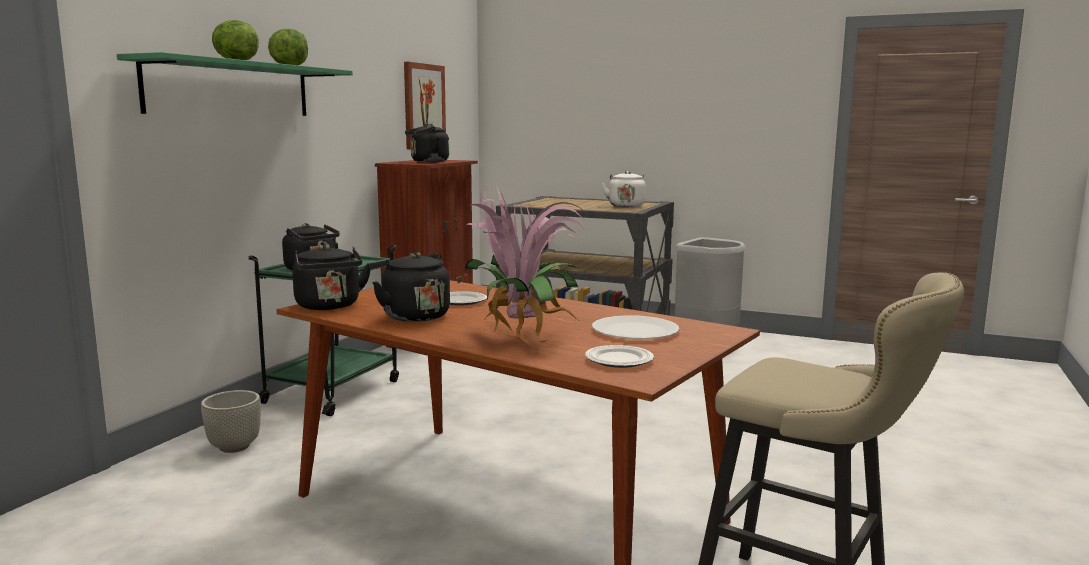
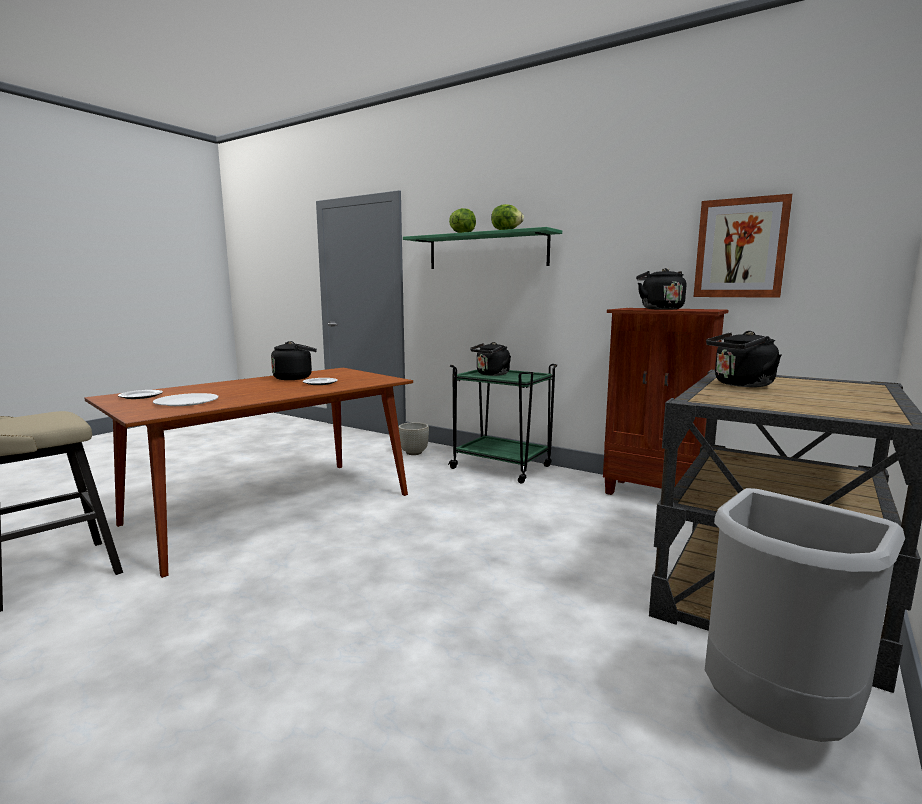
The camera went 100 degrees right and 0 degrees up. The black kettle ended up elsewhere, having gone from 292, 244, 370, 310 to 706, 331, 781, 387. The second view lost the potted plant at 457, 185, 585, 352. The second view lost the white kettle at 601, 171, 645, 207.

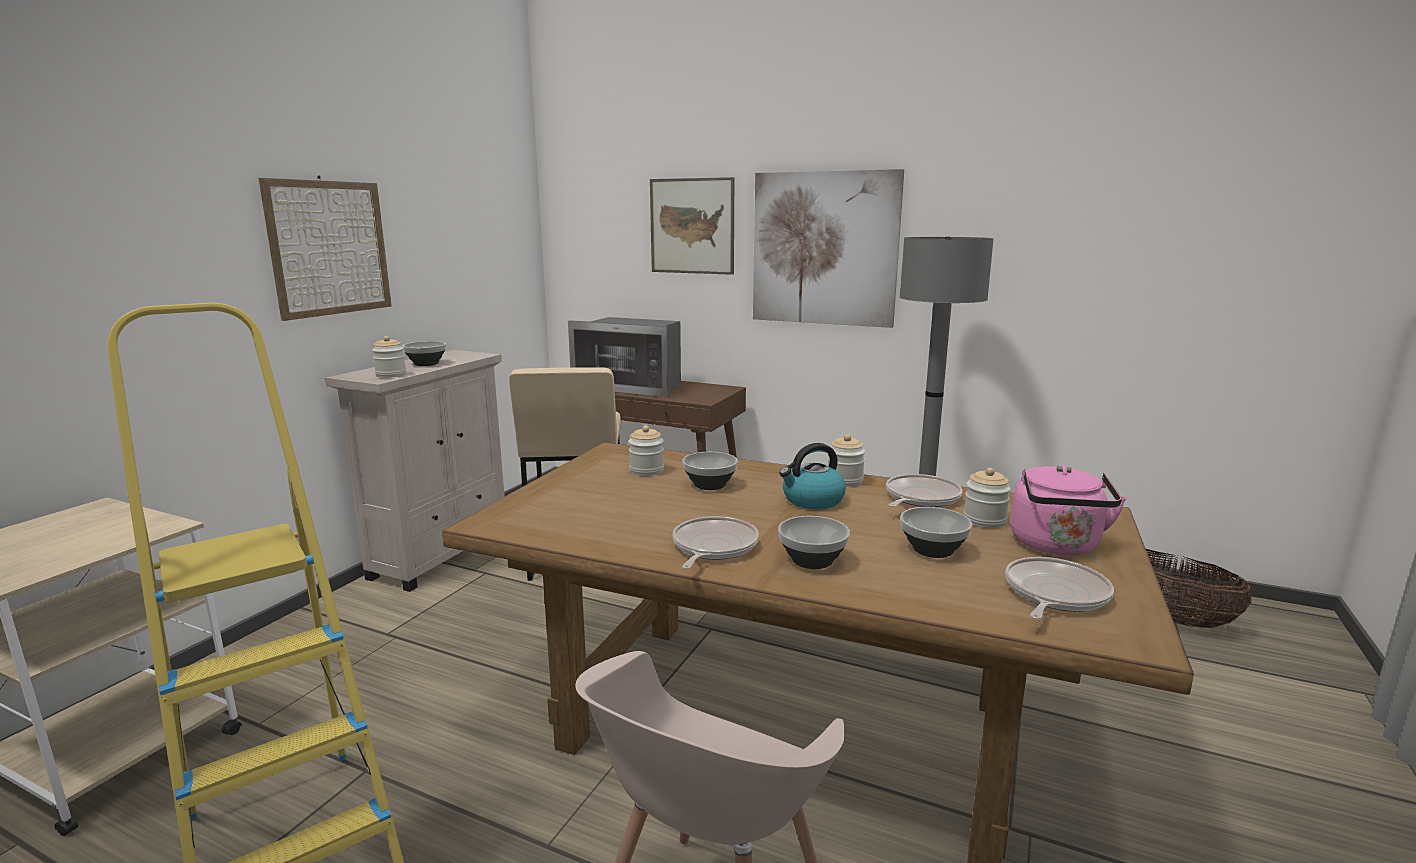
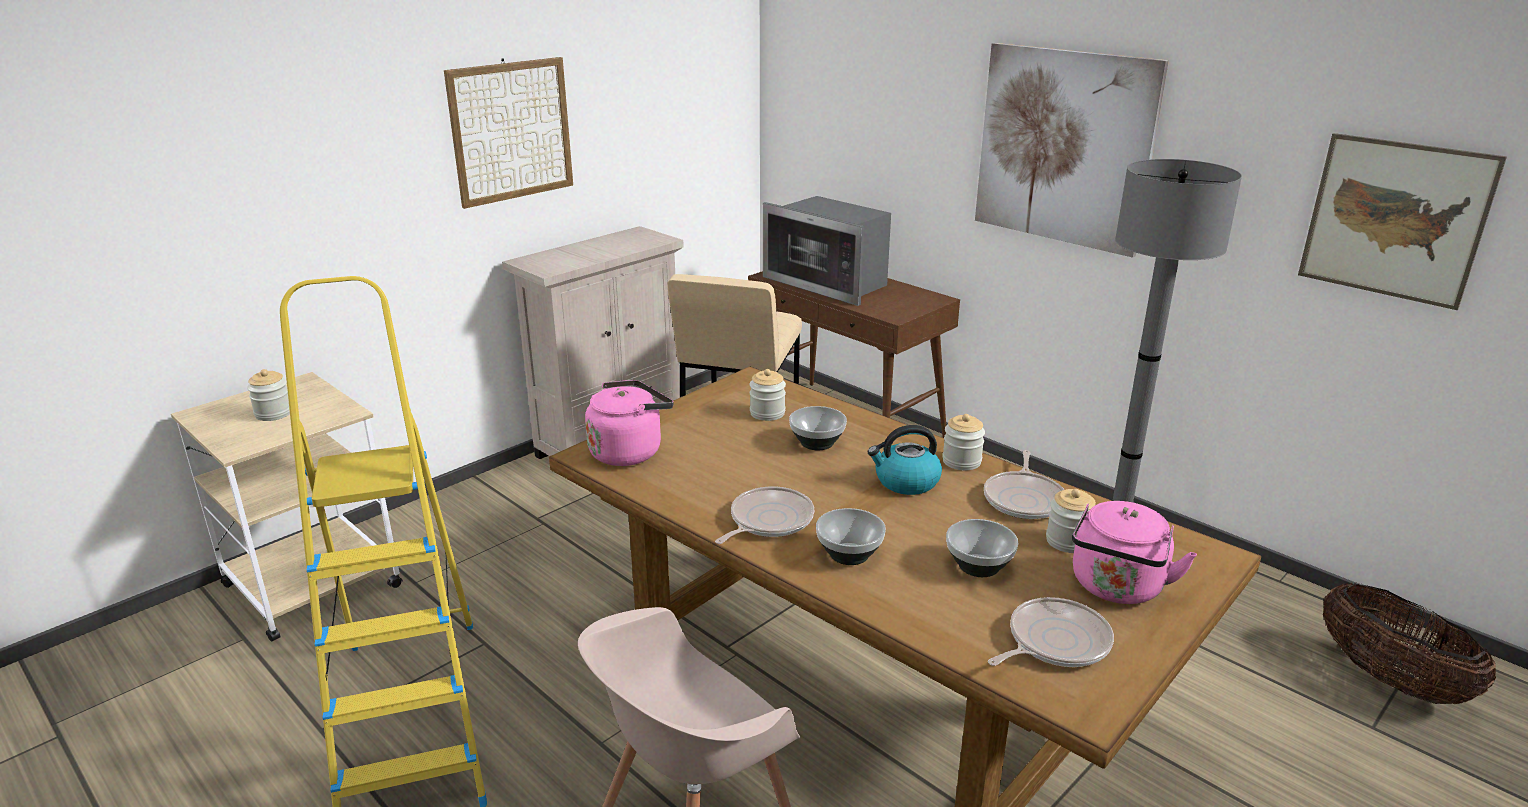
The camera went 20 degrees right and 10 degrees up. The jar ended up elsewhere, having gone from 372, 336, 406, 378 to 247, 369, 290, 421. The second view lost the bowl at 403, 341, 446, 366. The picture ended up elsewhere, having gone from 650, 177, 734, 275 to 1298, 133, 1507, 310. The frying pan at 886, 474, 962, 507 ended up facing another way, 135 degrees clockwise from before. The second view gained the pink kettle at 585, 380, 674, 466.

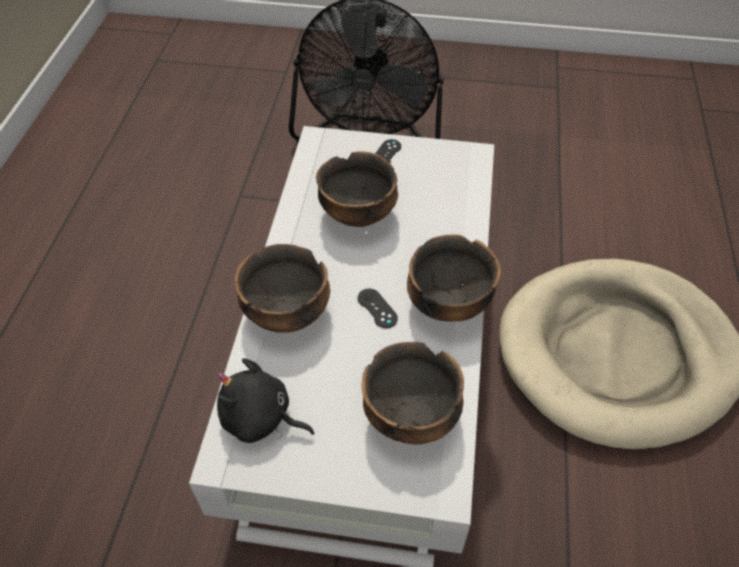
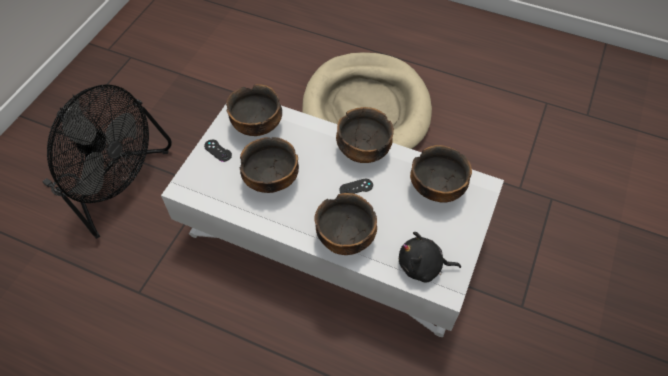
The camera went 75 degrees left and 5 degrees up. The black plush toy at 217, 358, 314, 443 ended up facing another way, 60 degrees clockwise from before. The second view gained the bowl at 226, 84, 282, 136.

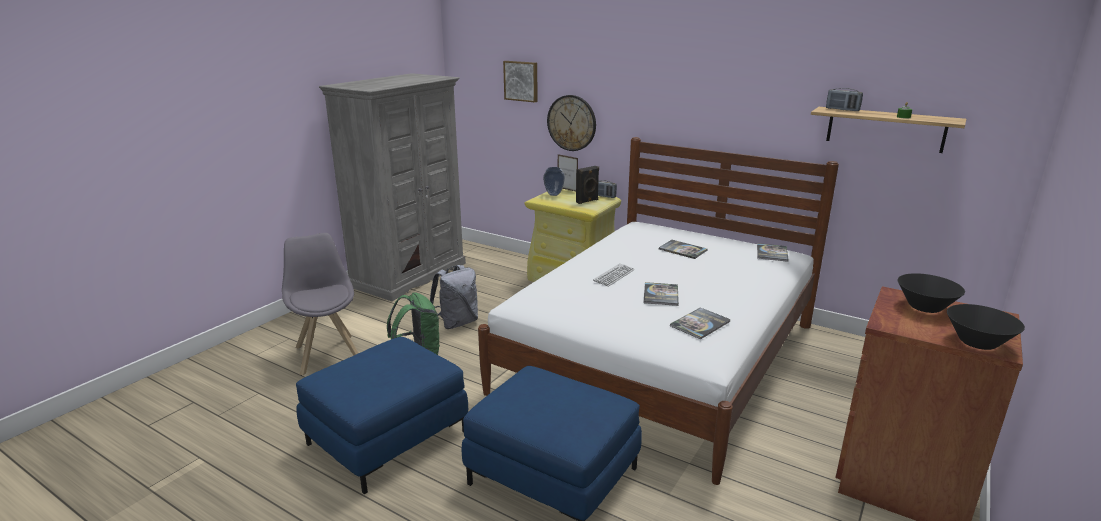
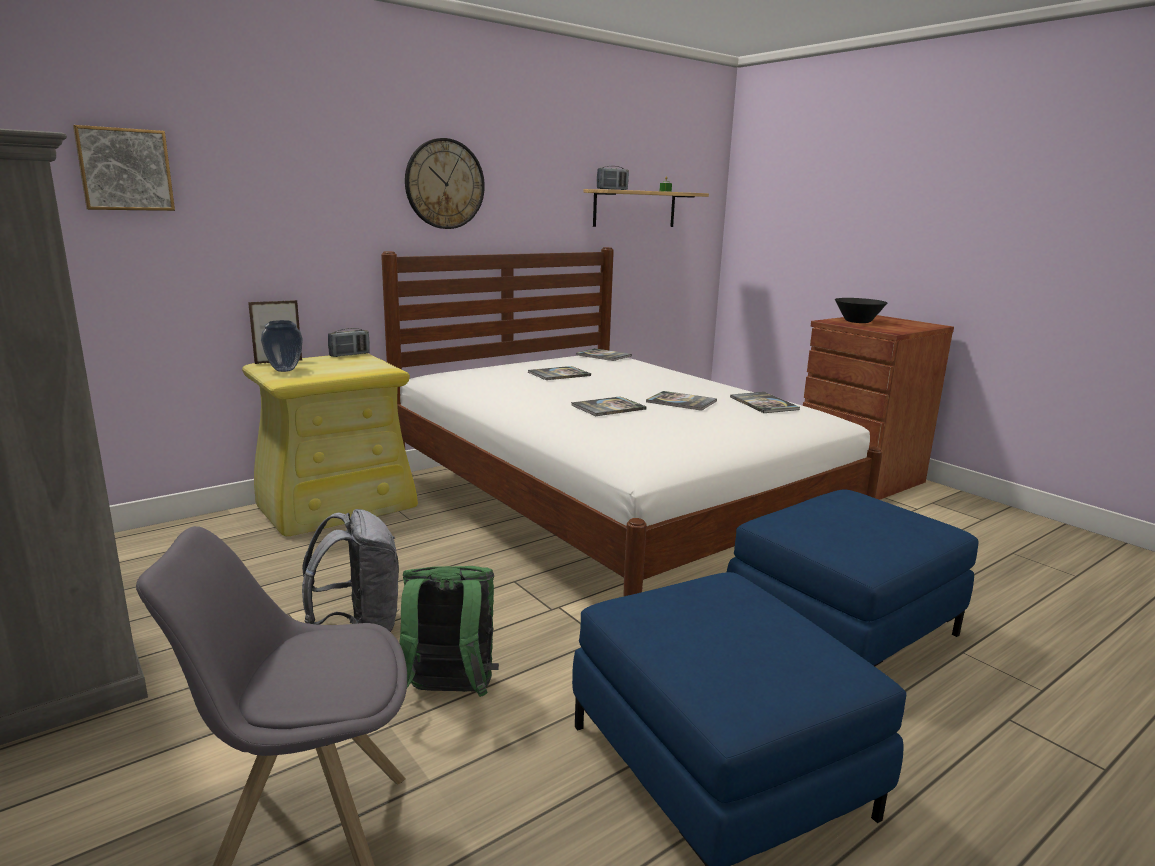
The camera went 70 degrees left and 5 degrees down. The wall clock ended up elsewhere, having gone from 547, 95, 596, 151 to 405, 138, 485, 229. The second view lost the black speaker at 576, 166, 599, 204. Where the keyboard stood at 593, 263, 635, 286, the book came to stand at 571, 396, 647, 416. The second view lost the black bowl at 947, 304, 1025, 350.

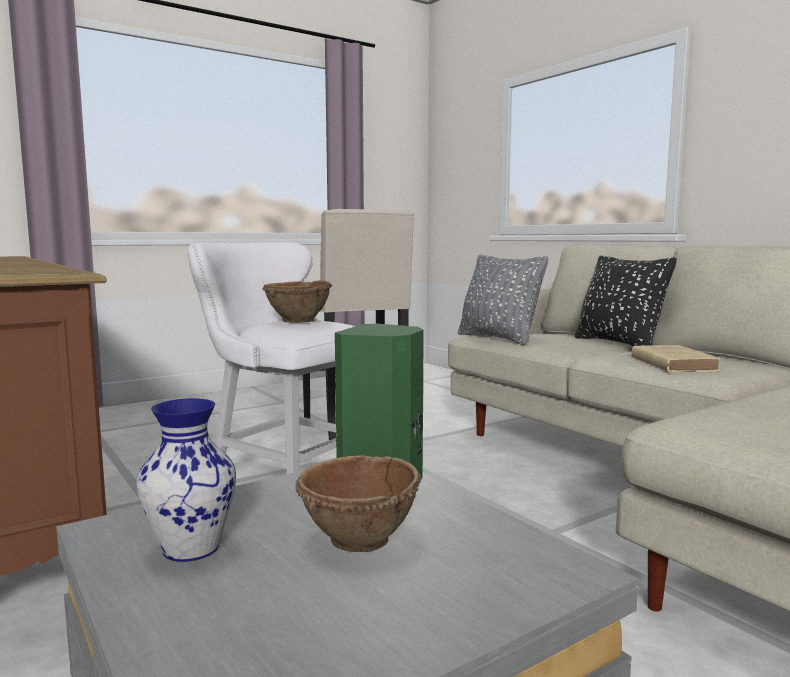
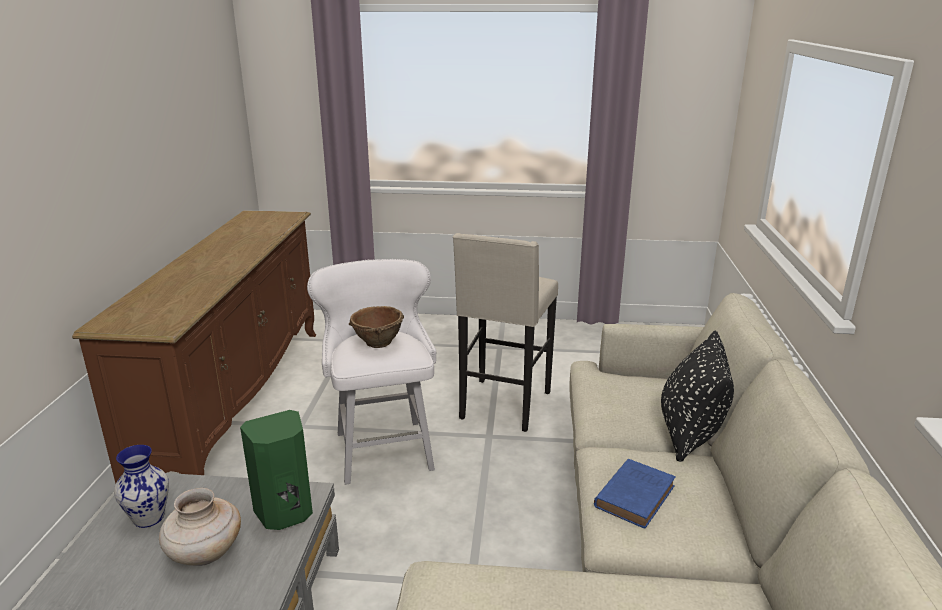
The camera went 40 degrees right and 15 degrees up. Where the brown bowl stood at 296, 455, 422, 552, the beige vase came to stand at 159, 488, 241, 566. The second view lost the grey pillow at 458, 255, 549, 346. What was the beige book at 632, 345, 721, 372 turned into the blue book at 594, 459, 675, 529.

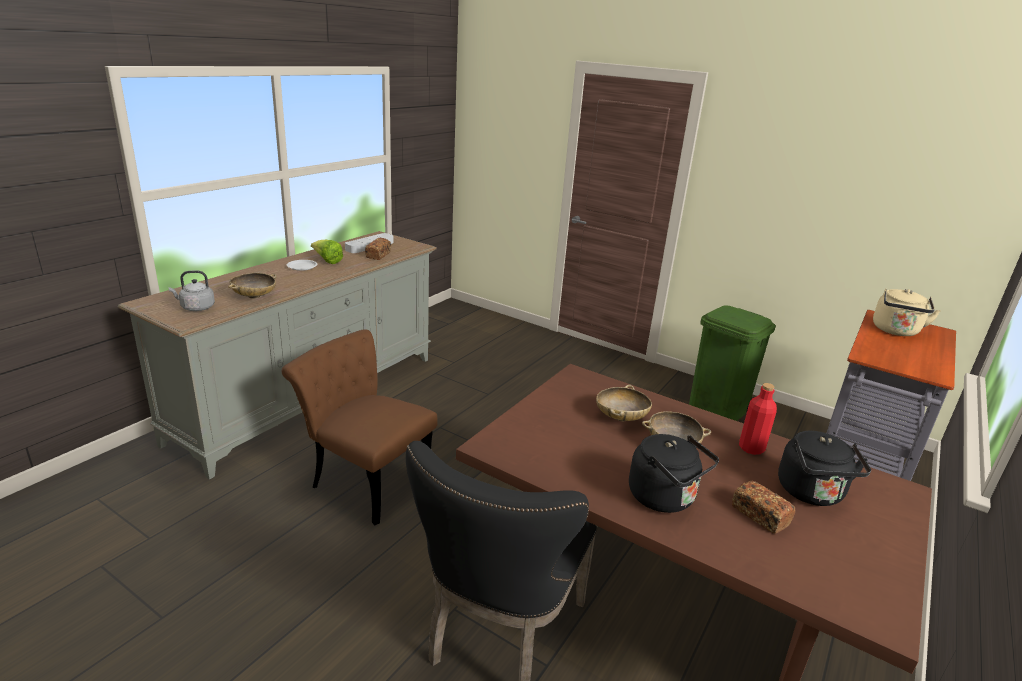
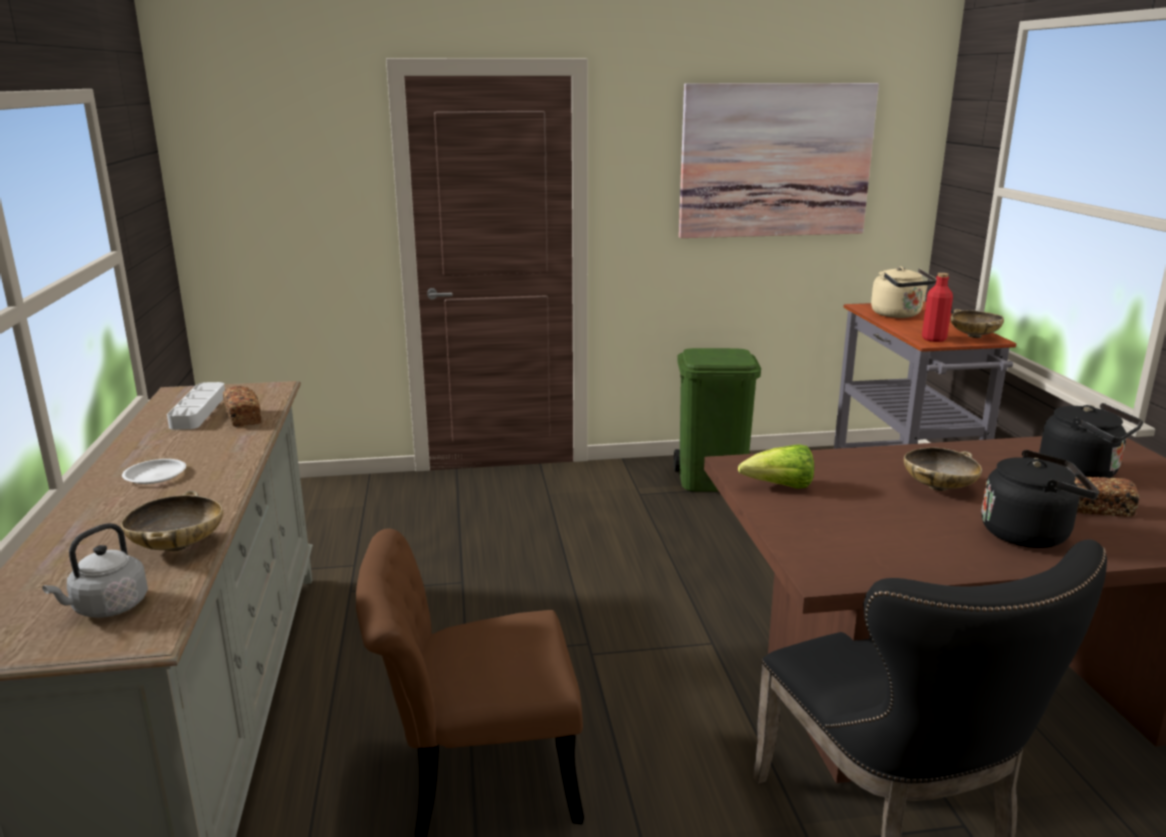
The camera went 40 degrees left and 5 degrees down. The lettuce ended up elsewhere, having gone from 311, 240, 343, 264 to 738, 444, 814, 489. The beige bowl ended up elsewhere, having gone from 596, 385, 652, 421 to 951, 309, 1004, 338. The red bottle ended up elsewhere, having gone from 739, 383, 777, 455 to 922, 273, 953, 342. The second view gained the picture at 679, 83, 879, 238.

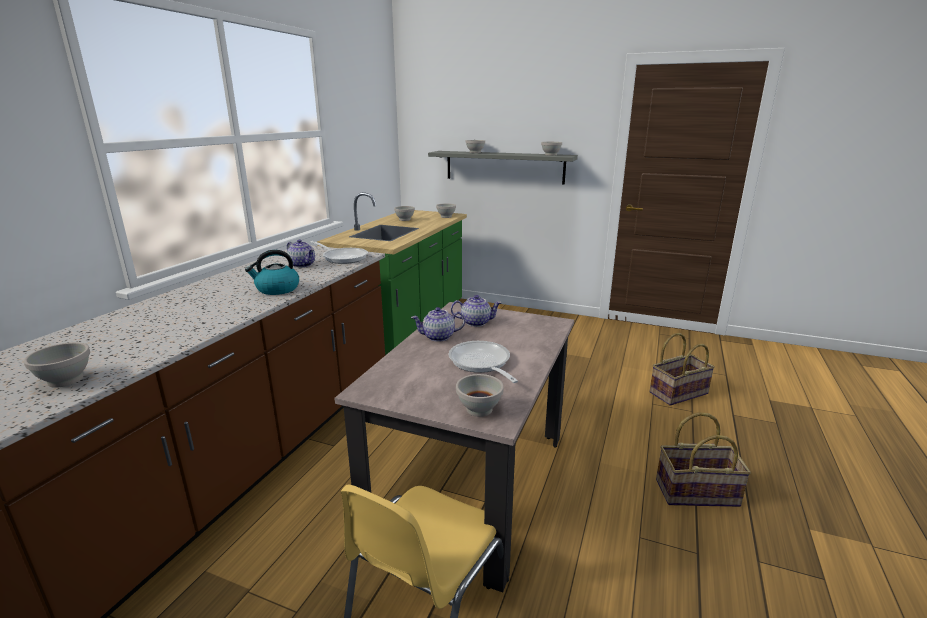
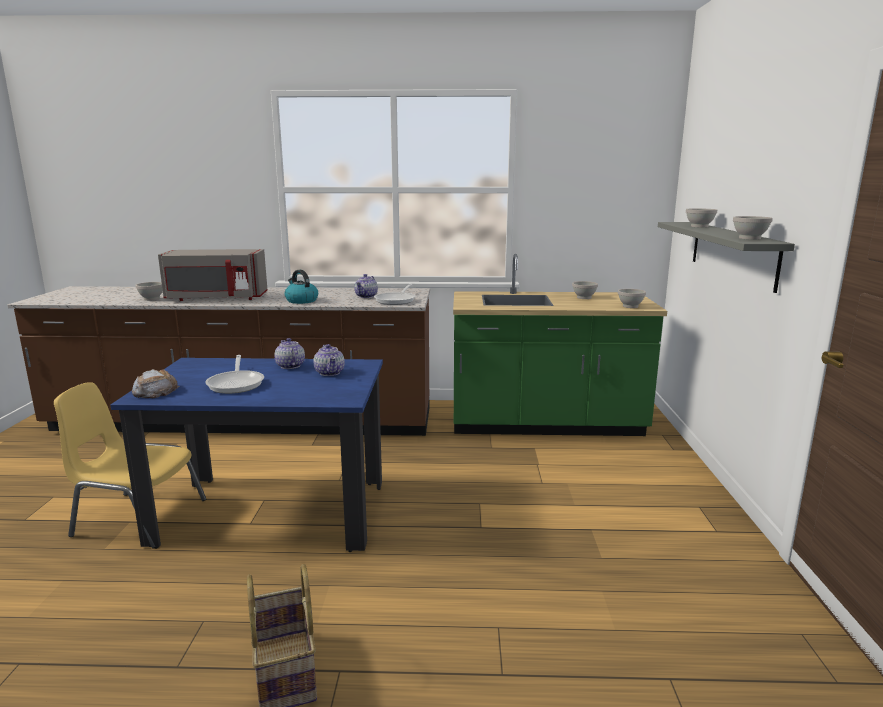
The camera went 70 degrees right and 5 degrees down. What was the beige dining table at 334, 302, 574, 592 turned into the blue dining table at 111, 358, 383, 552. The frying pan at 449, 341, 518, 383 ended up facing another way, 120 degrees clockwise from before. Where the white bowl stood at 456, 374, 504, 417, the bread came to stand at 131, 369, 180, 398. The second view lost the basket at 649, 333, 715, 406. The second view gained the grey microwave at 158, 249, 268, 301.

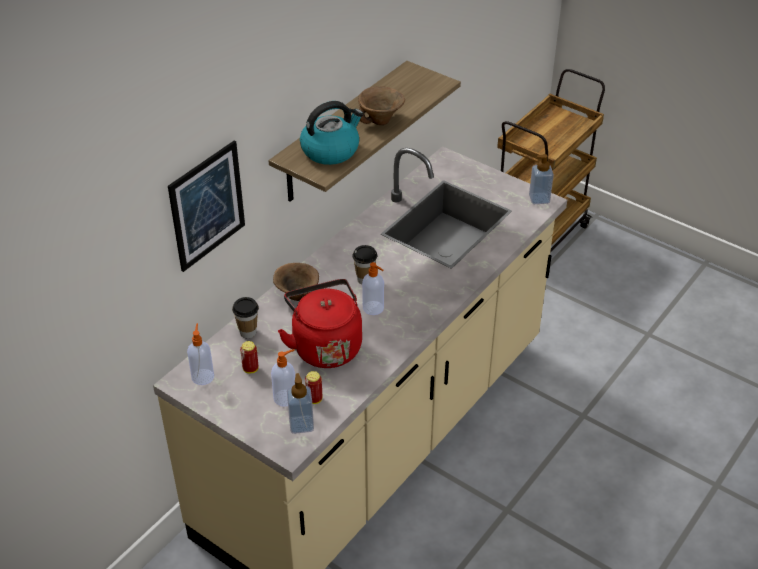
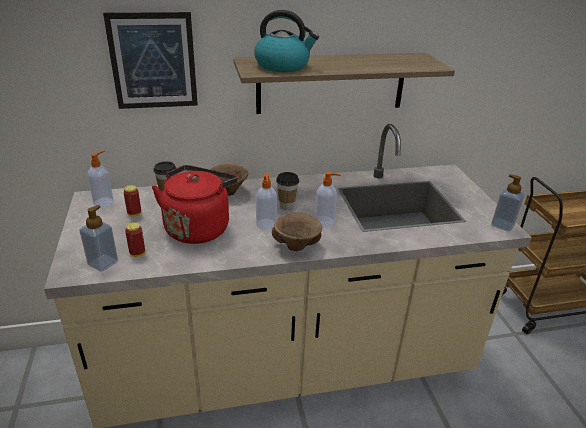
The camera went 40 degrees right and 10 degrees down. The soap dispenser ended up elsewhere, having gone from 271, 349, 295, 407 to 315, 172, 341, 227. The brown bowl ended up elsewhere, having gone from 358, 86, 405, 125 to 272, 212, 322, 251.

